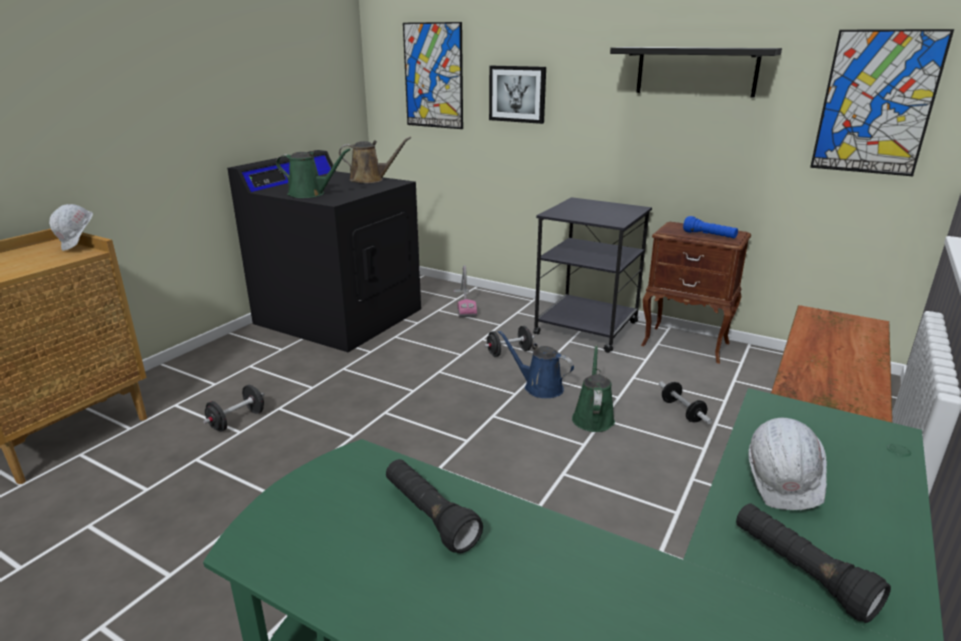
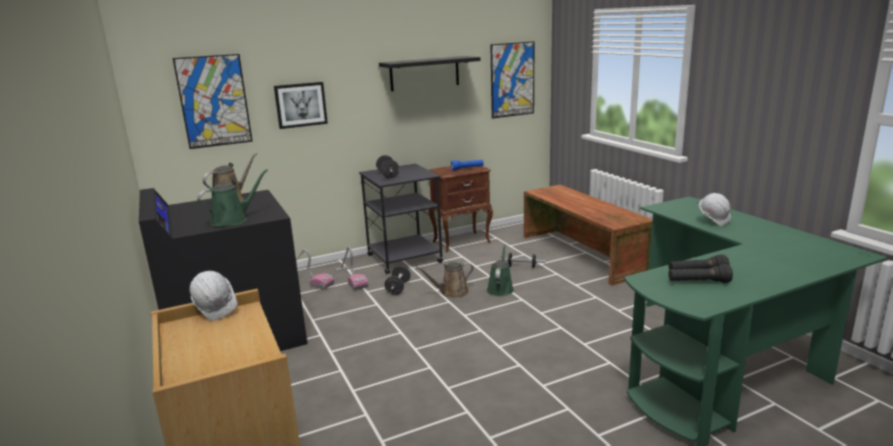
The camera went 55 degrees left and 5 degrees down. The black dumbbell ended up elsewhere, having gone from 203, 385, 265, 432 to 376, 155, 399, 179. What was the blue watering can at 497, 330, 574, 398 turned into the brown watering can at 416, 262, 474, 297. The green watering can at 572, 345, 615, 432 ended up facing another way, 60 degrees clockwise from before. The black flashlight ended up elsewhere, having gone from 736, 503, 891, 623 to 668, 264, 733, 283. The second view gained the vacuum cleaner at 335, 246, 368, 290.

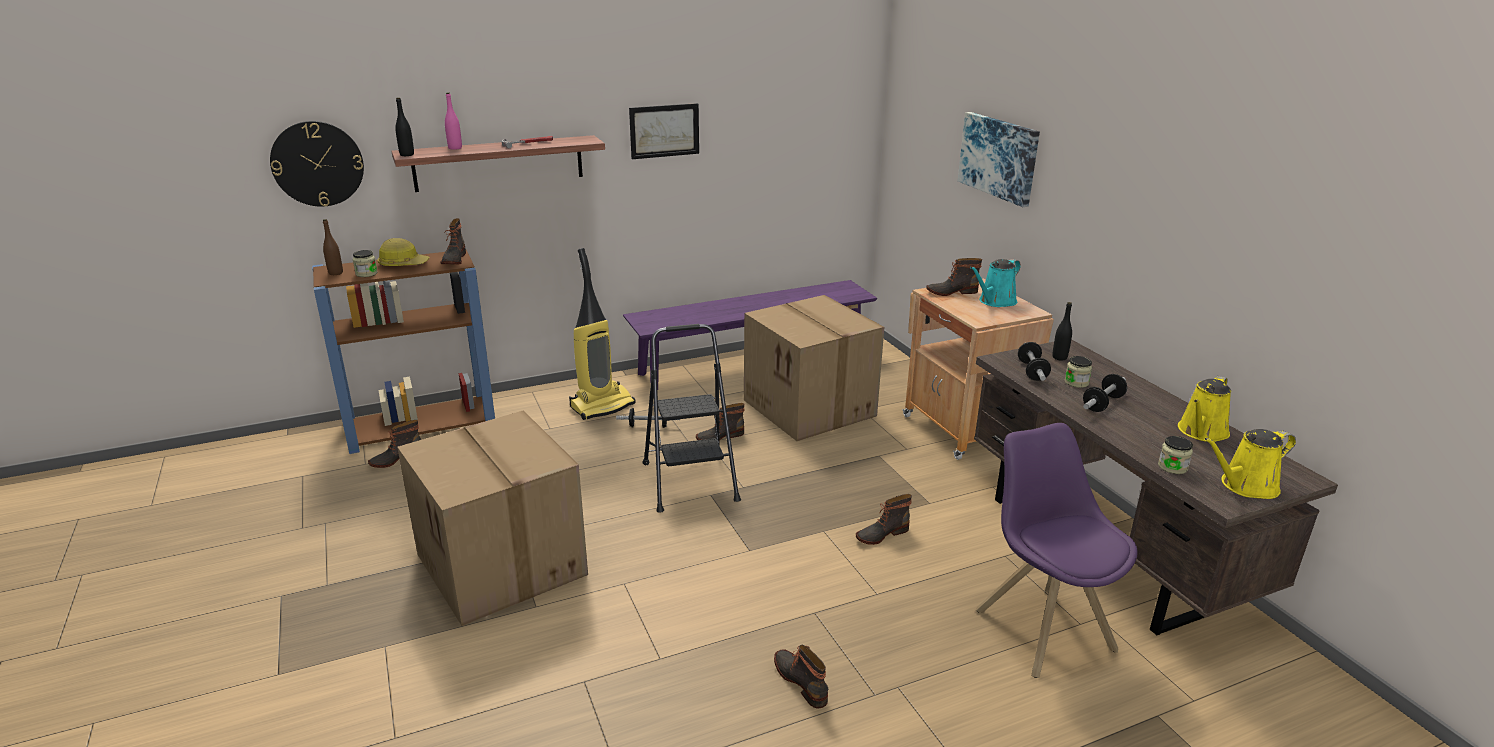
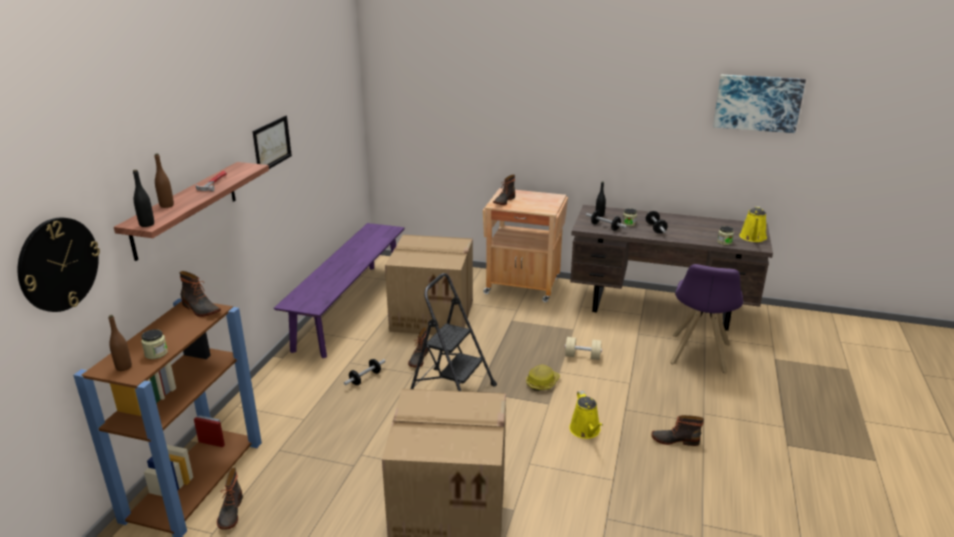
The camera went 50 degrees left and 0 degrees up. The hard hat ended up elsewhere, having gone from 378, 238, 430, 266 to 526, 365, 560, 391. What was the pink bottle at 445, 92, 462, 150 turned into the brown bottle at 154, 153, 174, 208. The second view lost the vacuum cleaner at 569, 248, 636, 420. Where the boot stood at 856, 494, 912, 545, the beige dumbbell came to stand at 565, 337, 602, 360. The picture ended up elsewhere, having gone from 958, 112, 1040, 207 to 713, 75, 806, 133. The second view lost the turquoise watering can at 970, 259, 1021, 307. The purple chair at 976, 423, 1138, 678 ended up facing another way, 90 degrees counterclockwise from before. The yellow watering can ended up elsewhere, having gone from 1178, 376, 1231, 442 to 569, 391, 603, 439.

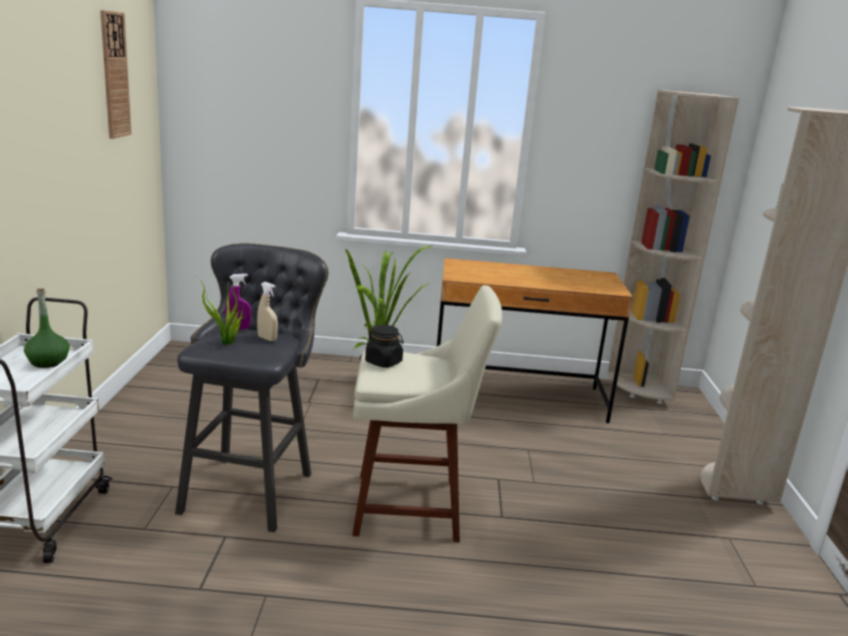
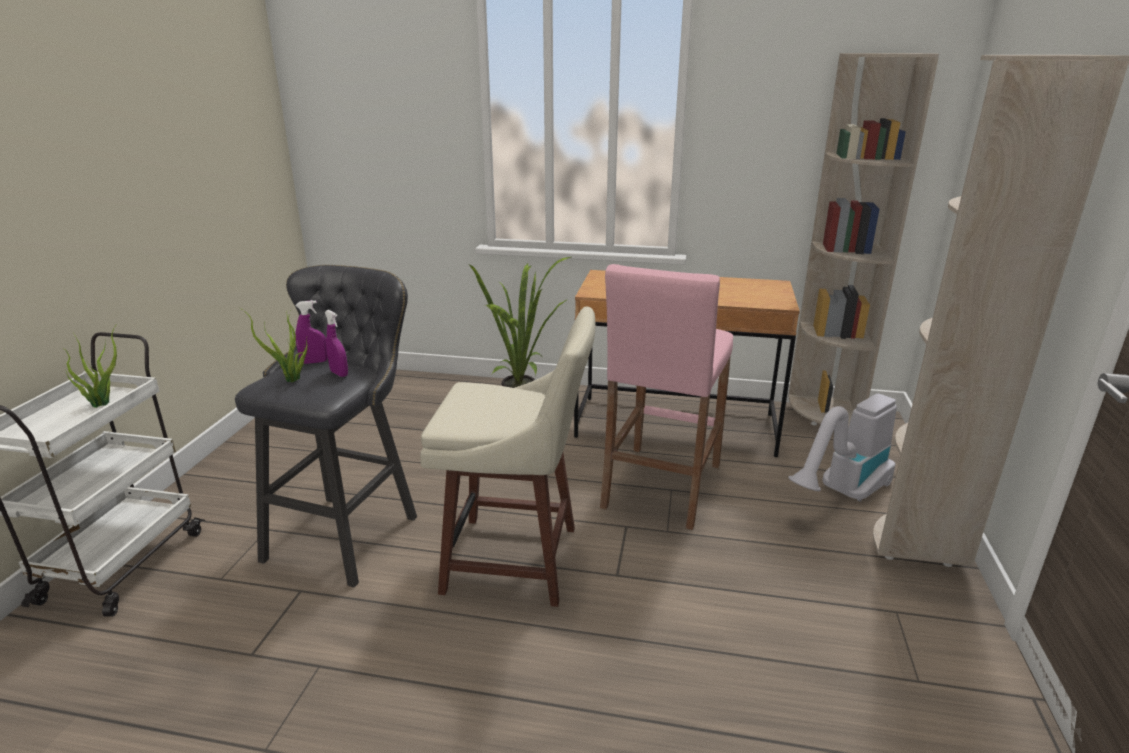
The camera went 10 degrees right and 5 degrees up. Where the green bottle stood at 24, 288, 70, 368, the potted plant came to stand at 64, 324, 117, 408. The second view lost the wall clock at 100, 10, 132, 139. What was the beige spray bottle at 257, 282, 278, 341 turned into the purple spray bottle at 324, 310, 348, 377. The second view lost the black jar at 365, 325, 404, 368. The second view gained the pink stool at 600, 264, 733, 530. The second view gained the vacuum cleaner at 788, 394, 897, 502.

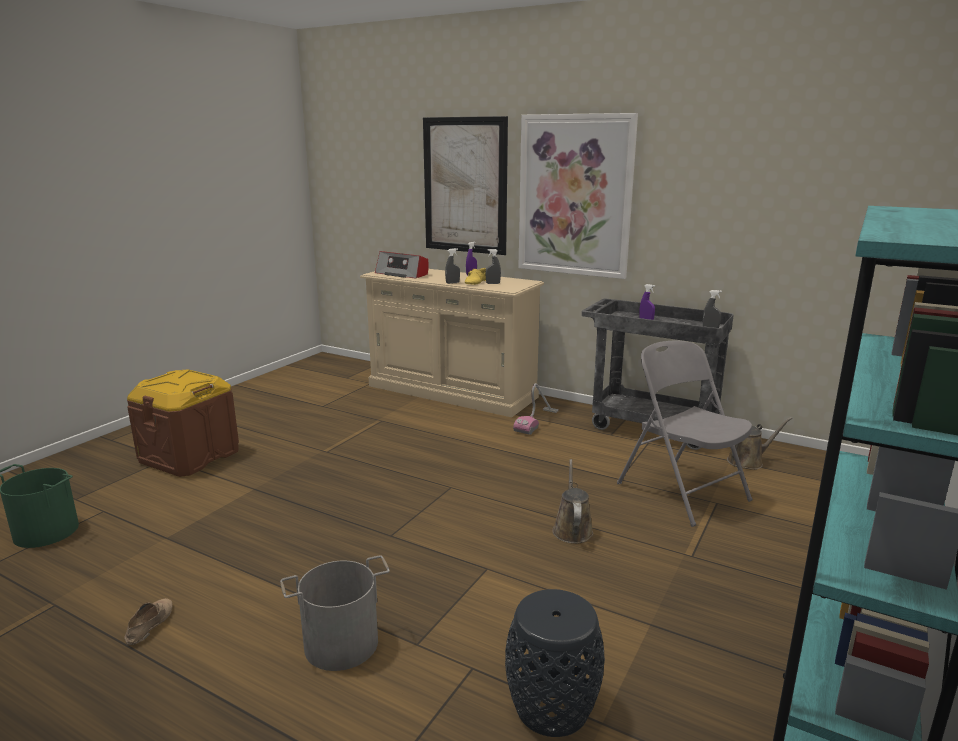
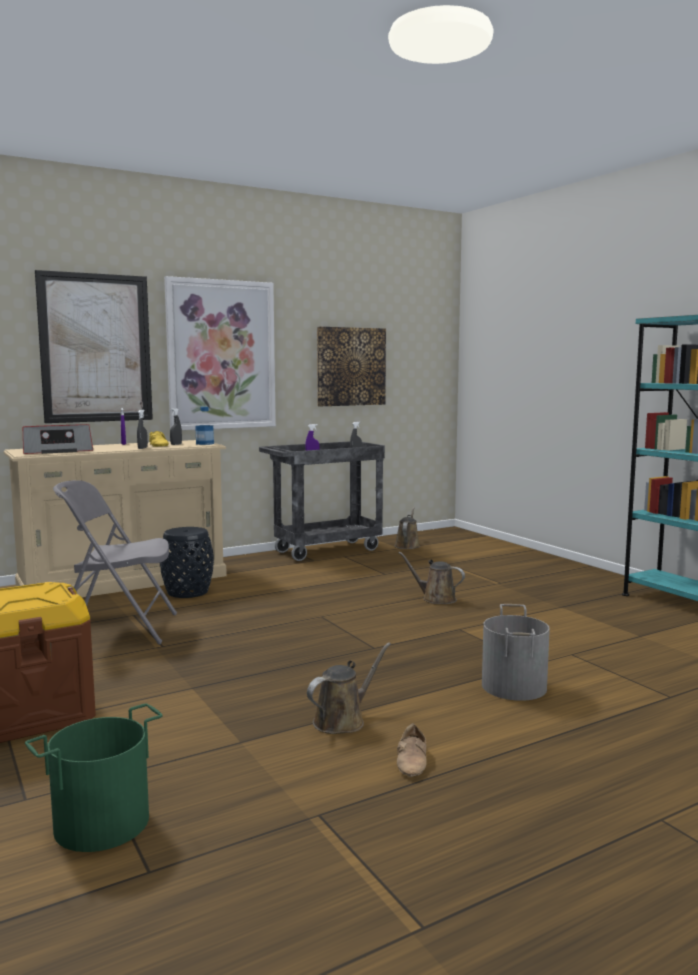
The camera went 60 degrees left and 10 degrees down. The beige shoe at 124, 598, 173, 645 ended up facing another way, 120 degrees counterclockwise from before. The black stool ended up elsewhere, having gone from 505, 589, 605, 737 to 160, 527, 214, 598. The second view lost the vacuum cleaner at 513, 383, 559, 435. The grey chair ended up elsewhere, having gone from 617, 341, 753, 527 to 53, 480, 177, 645. The second view gained the bottle at 195, 407, 214, 445. The second view gained the brown watering can at 307, 642, 391, 734. The second view gained the picture at 317, 327, 386, 406.

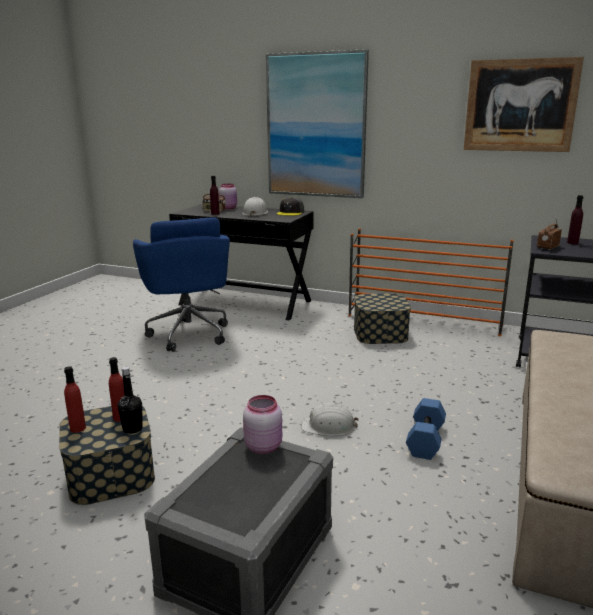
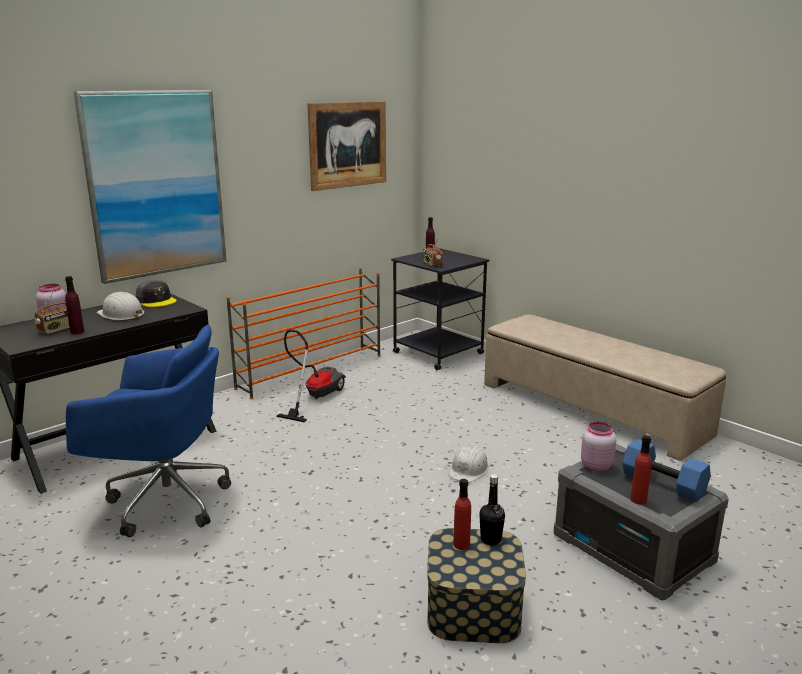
The camera went 65 degrees left and 0 degrees up. The red bottle ended up elsewhere, having gone from 64, 366, 86, 433 to 630, 435, 652, 505. Where the storage box stood at 354, 293, 411, 344, the vacuum cleaner came to stand at 276, 330, 346, 422. The blue dumbbell ended up elsewhere, having gone from 406, 398, 446, 460 to 622, 439, 711, 502.

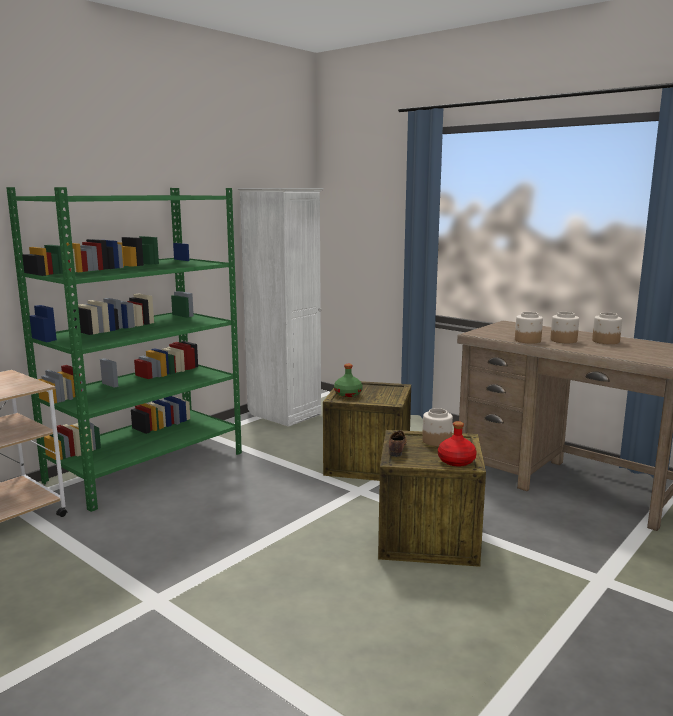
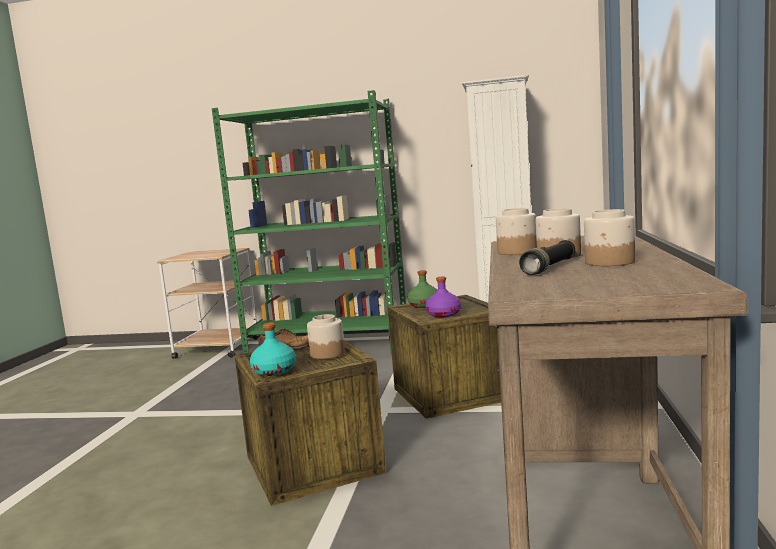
The camera went 60 degrees right and 5 degrees down. What was the red bottle at 438, 421, 477, 467 turned into the turquoise bottle at 250, 322, 296, 376. The second view gained the purple bottle at 425, 277, 461, 317. The second view gained the black flashlight at 519, 240, 575, 275.

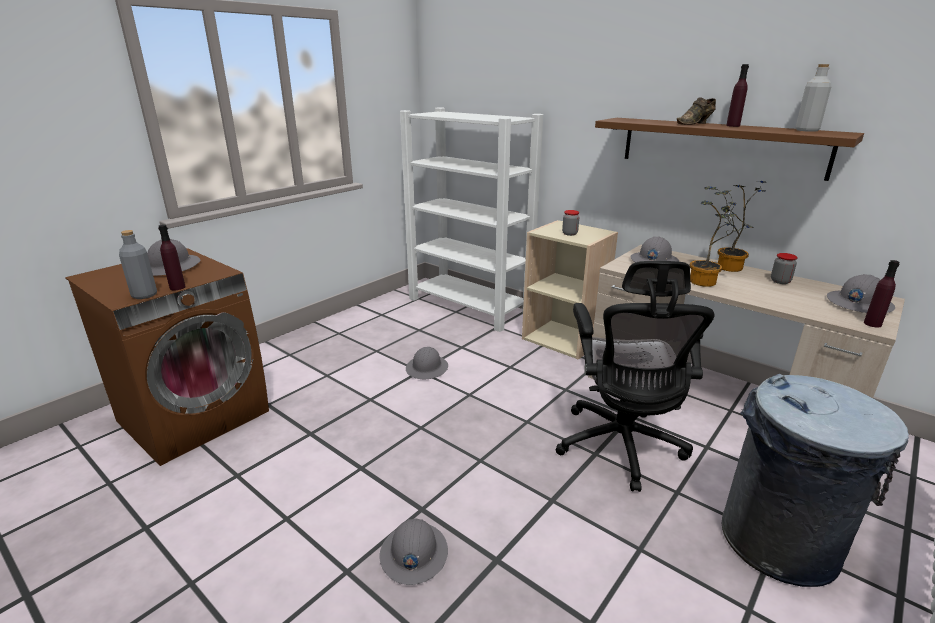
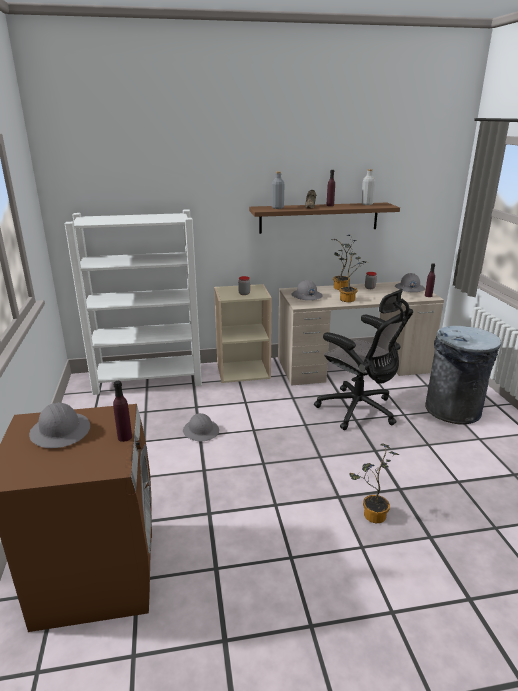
The camera went 50 degrees left and 0 degrees up. The grey bottle ended up elsewhere, having gone from 119, 230, 157, 299 to 272, 171, 284, 209. Where the grey hard hat stood at 379, 518, 448, 585, the potted plant came to stand at 349, 443, 399, 523.

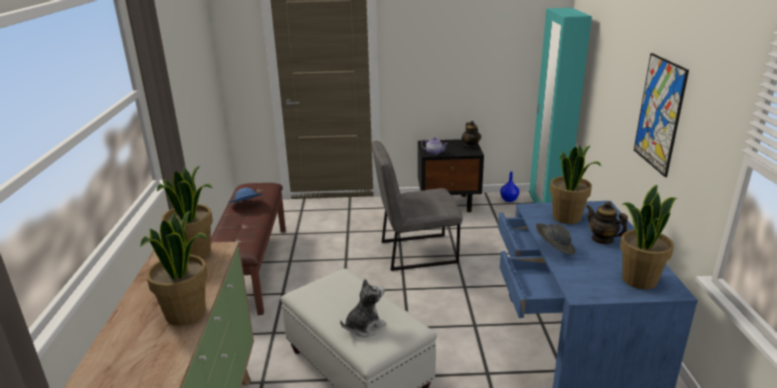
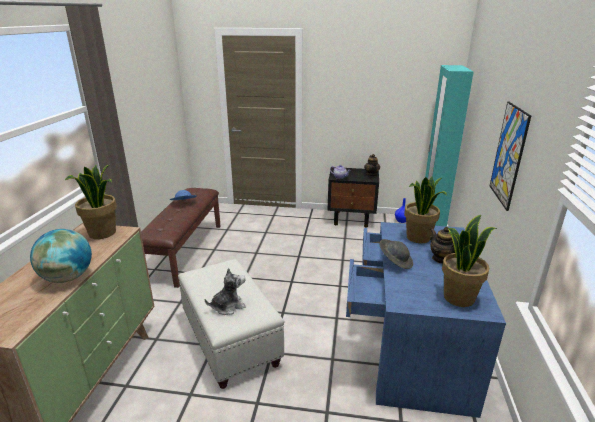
The camera went 10 degrees right and 0 degrees up. Where the potted plant stood at 140, 210, 208, 326, the globe came to stand at 30, 229, 92, 283. The second view lost the grey chair at 372, 141, 463, 271.

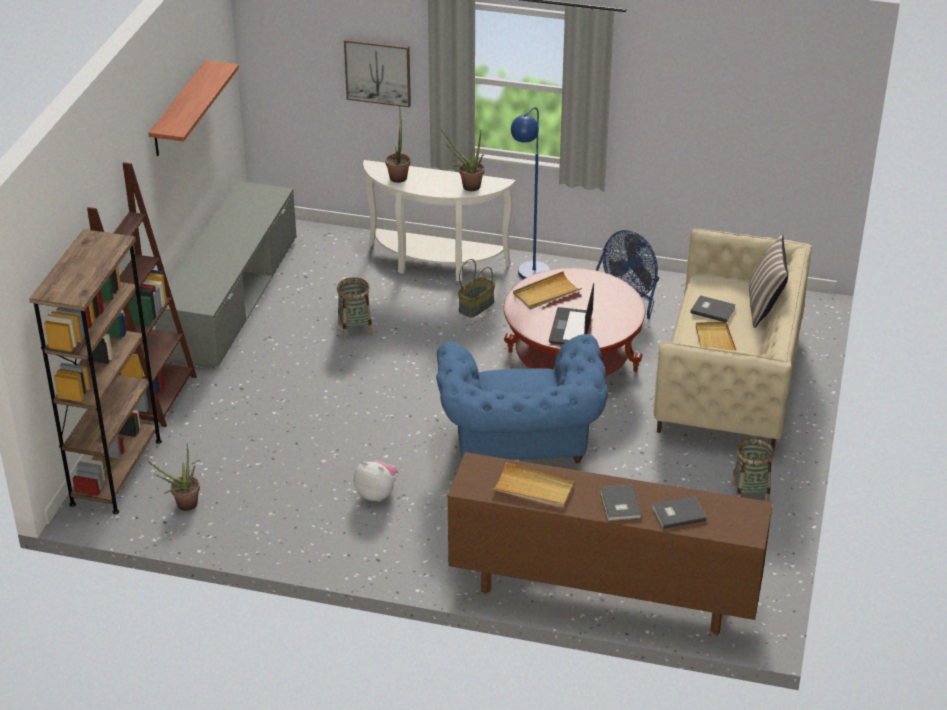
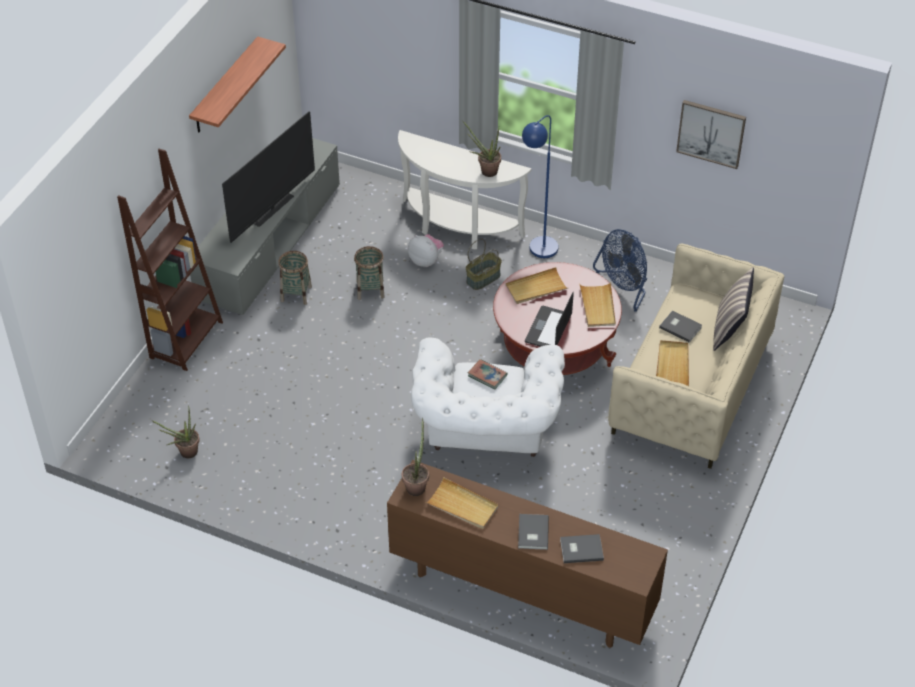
The camera went 10 degrees right and 10 degrees up. The second view lost the brown bookcase at 29, 229, 162, 514. The picture ended up elsewhere, having gone from 344, 38, 411, 107 to 676, 100, 746, 169. The plush toy ended up elsewhere, having gone from 353, 460, 398, 502 to 408, 234, 444, 267. The potted plant ended up elsewhere, having gone from 385, 106, 410, 183 to 402, 417, 429, 496. What was the blue armchair at 436, 334, 608, 463 turned into the white armchair at 411, 337, 565, 457. The basket ended up elsewhere, having gone from 731, 438, 774, 502 to 278, 251, 312, 305. The second view gained the television at 222, 111, 315, 243. The second view gained the book at 468, 359, 507, 390. The second view gained the beige tray at 580, 282, 616, 327.

